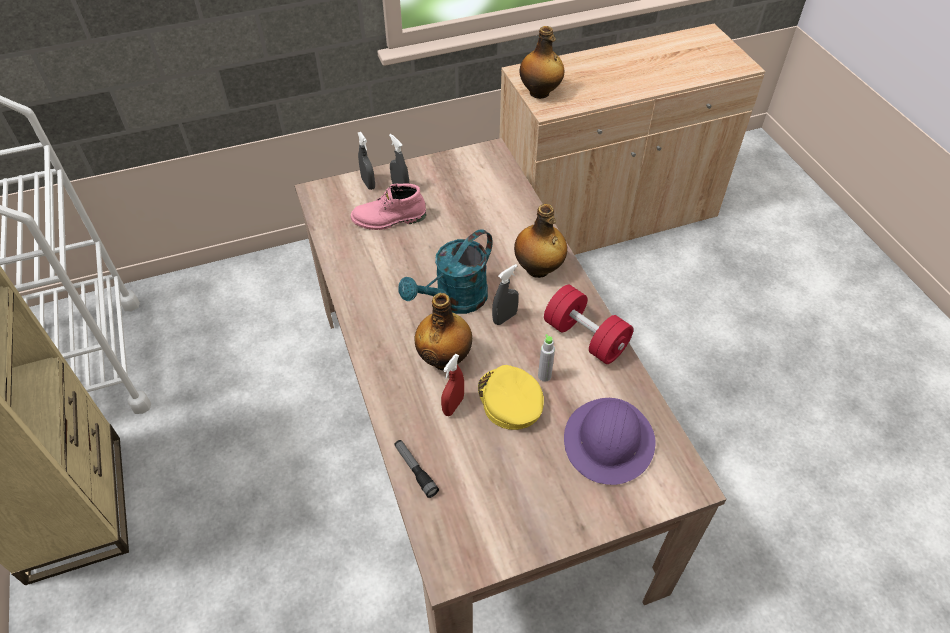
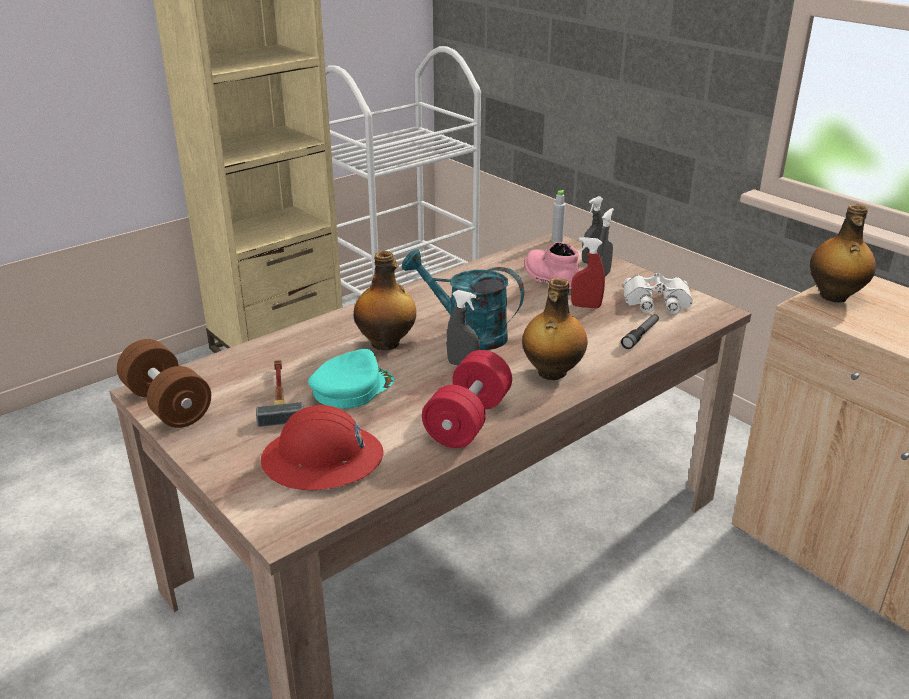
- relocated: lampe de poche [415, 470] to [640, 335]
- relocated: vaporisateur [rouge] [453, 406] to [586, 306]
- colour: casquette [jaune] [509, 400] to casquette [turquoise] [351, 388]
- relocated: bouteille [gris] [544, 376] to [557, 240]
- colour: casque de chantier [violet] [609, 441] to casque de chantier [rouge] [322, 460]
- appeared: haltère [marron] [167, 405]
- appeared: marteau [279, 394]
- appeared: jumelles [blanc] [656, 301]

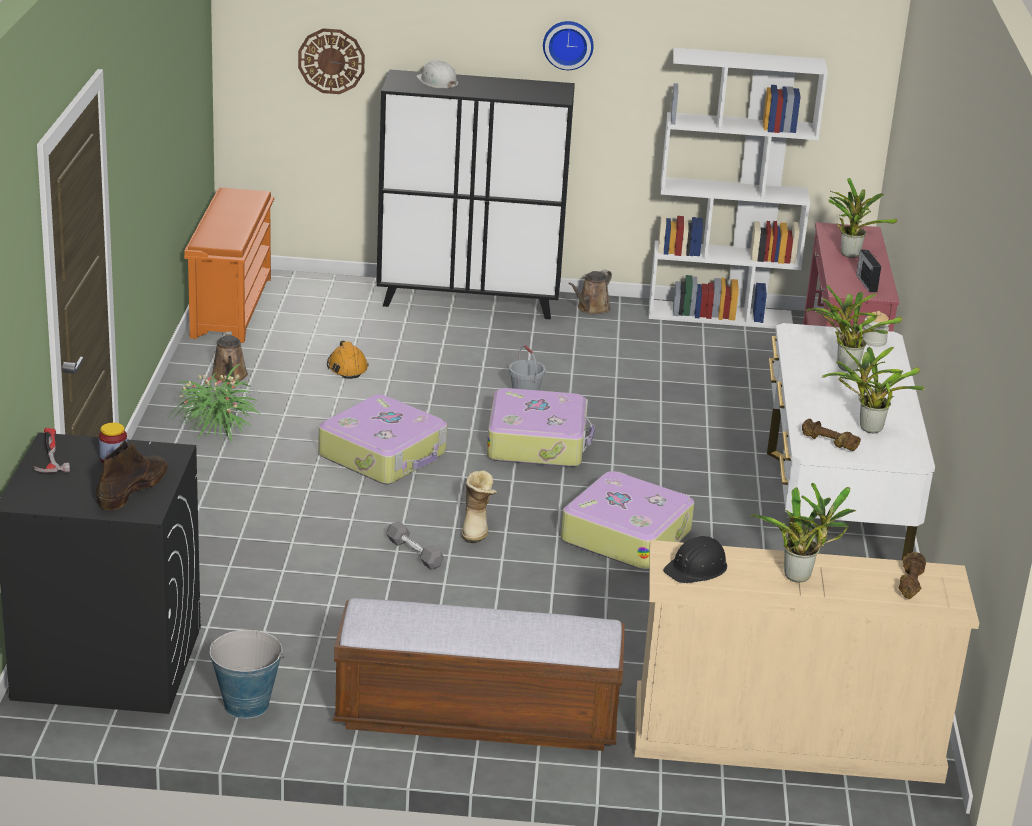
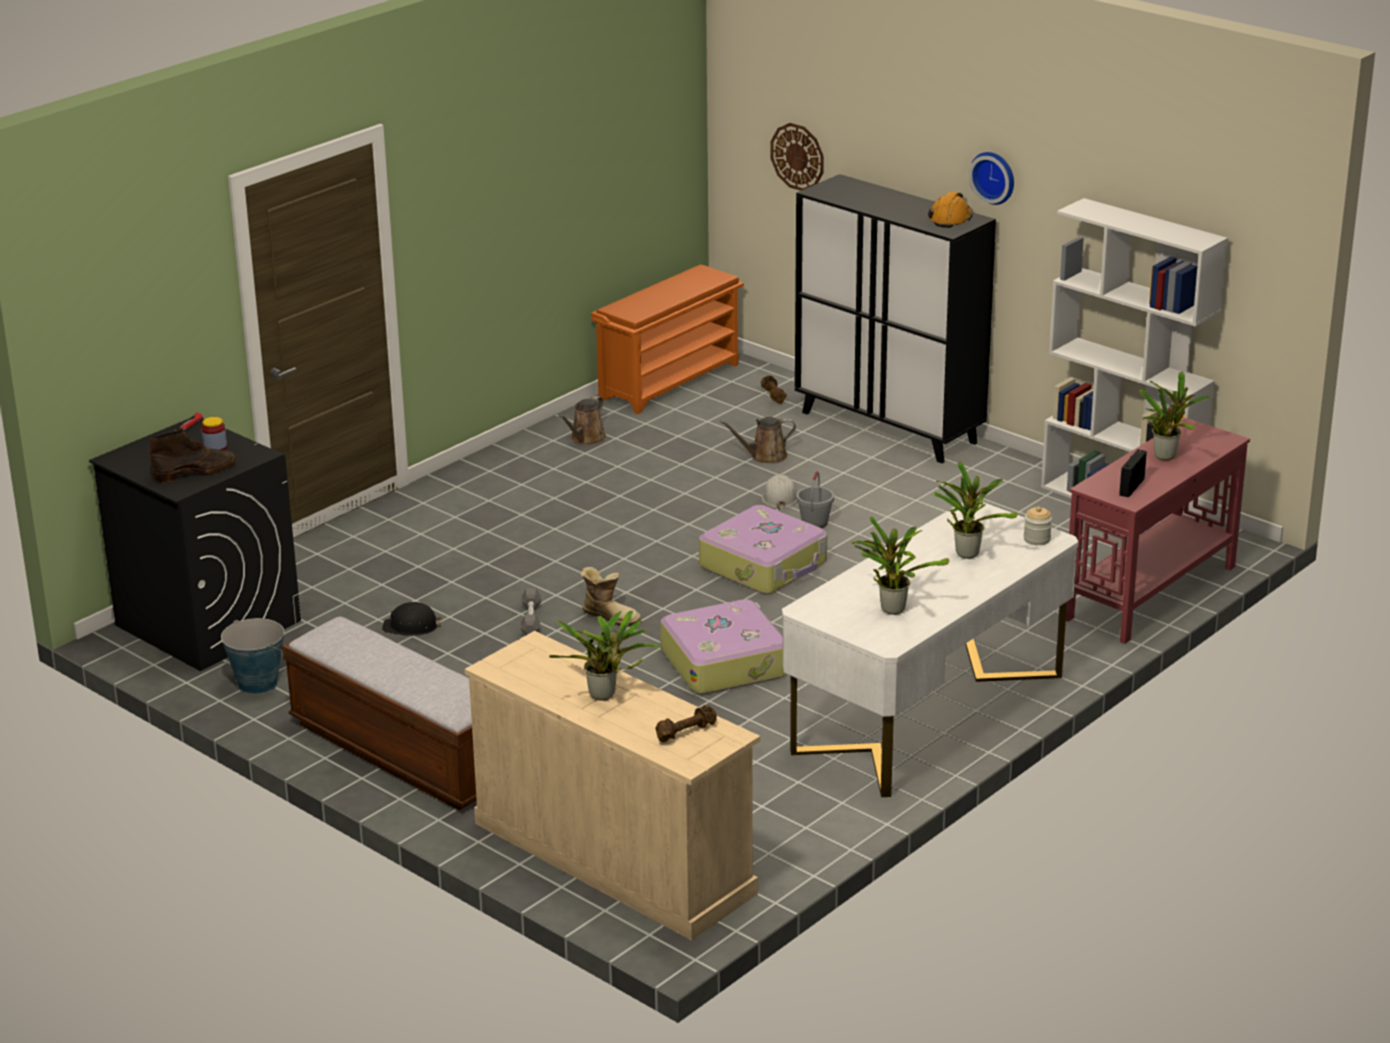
- missing: plante en pot [217, 425]
- missing: valise [384, 455]
- relocated: casque de chantier [orange] [347, 367] to [950, 219]
- relocated: casque de chantier [blanc] [437, 82] to [779, 497]
- spun: botte [477, 527] = [610, 616] 105 degrees counterclockwise
- relocated: arrosoir [marron] [591, 309] to [765, 456]
- relocated: casque de chantier [noir] [697, 568] to [411, 627]
- relocated: haltère [marron] [828, 443] to [773, 396]

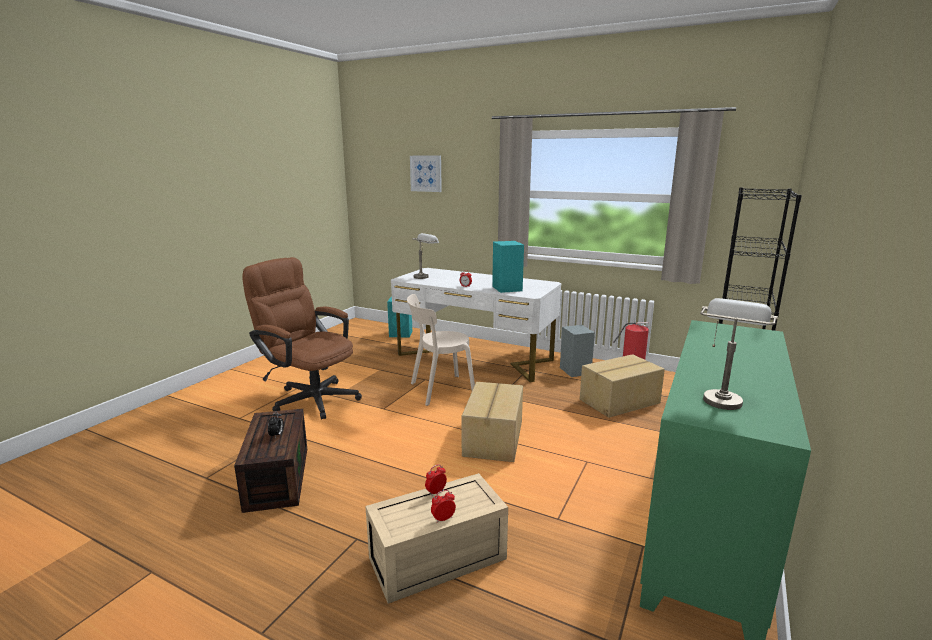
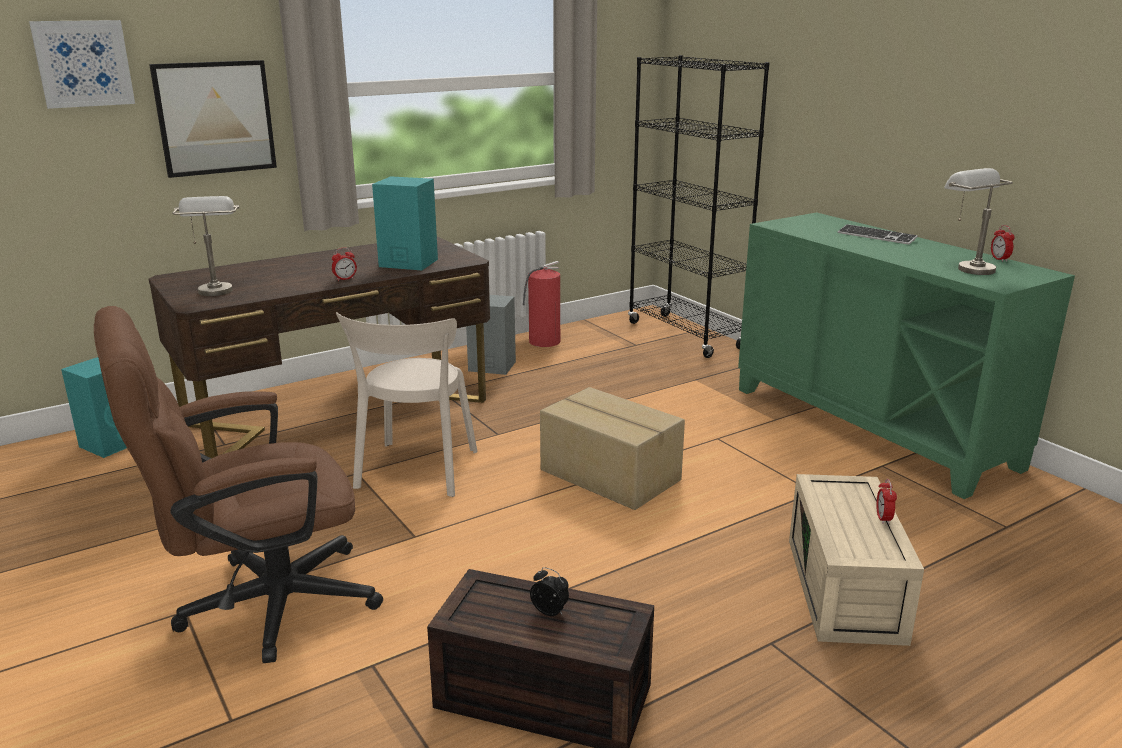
- colour: bureau [blanc] [474, 357] to bureau [marron] [339, 412]
- relocated: réveil [436, 492] to [999, 259]
- missing: carton [620, 401]
- appeared: tableau [215, 118]
- appeared: clavier [876, 236]

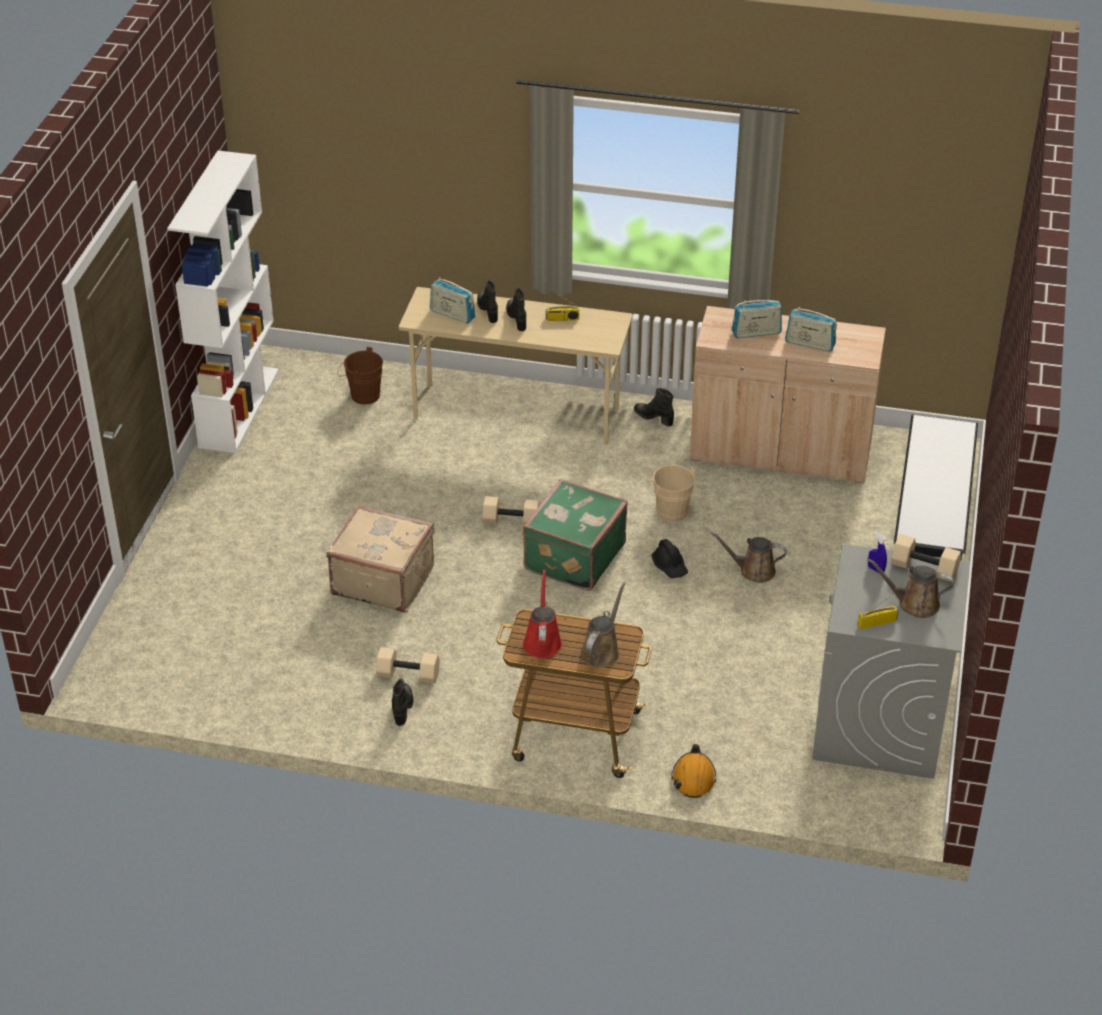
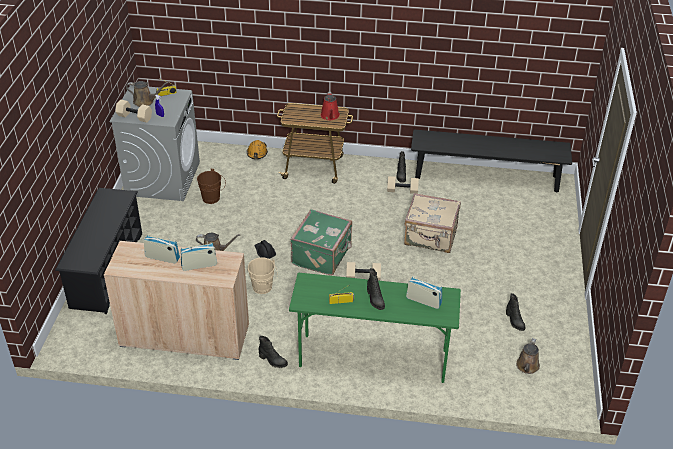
- missing: bibliothèque [blanc] [238, 407]
- relocated: seau [marron] [362, 395] to [213, 198]
- colour: bureau [beige] [517, 414] to bureau [vert] [372, 359]
- relocated: botte [noir] [488, 310] to [514, 321]
- relocated: arrosoir [marron] [602, 650] to [527, 367]
- appeared: banc [noir] [486, 177]

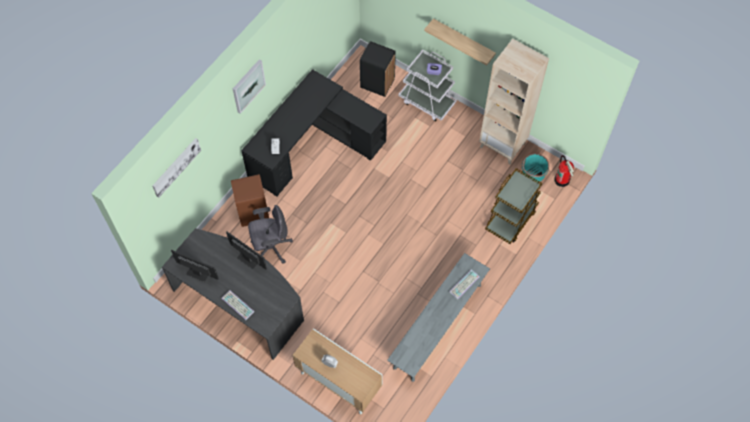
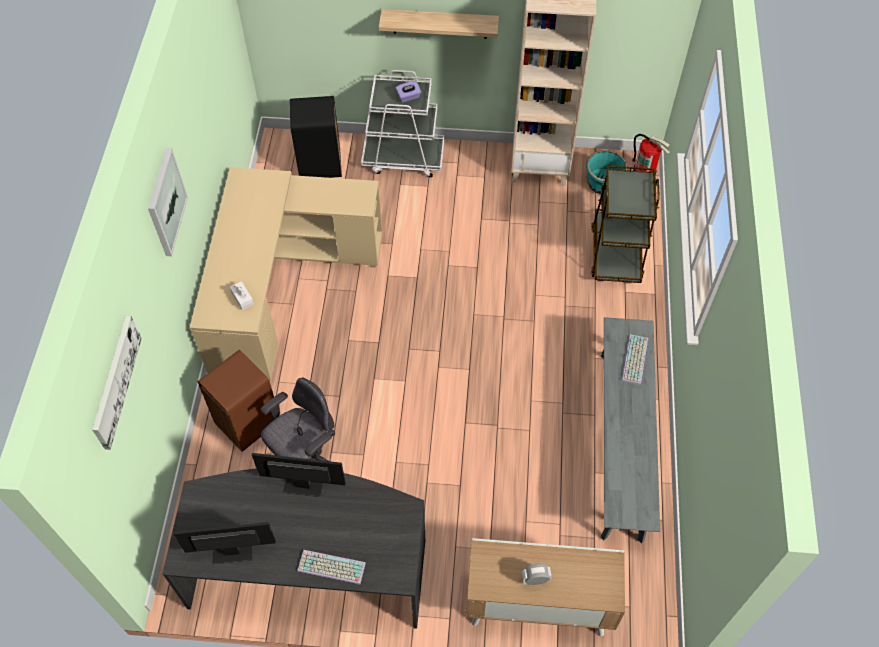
- colour: bureau [noir] [313, 145] to bureau [beige] [280, 285]

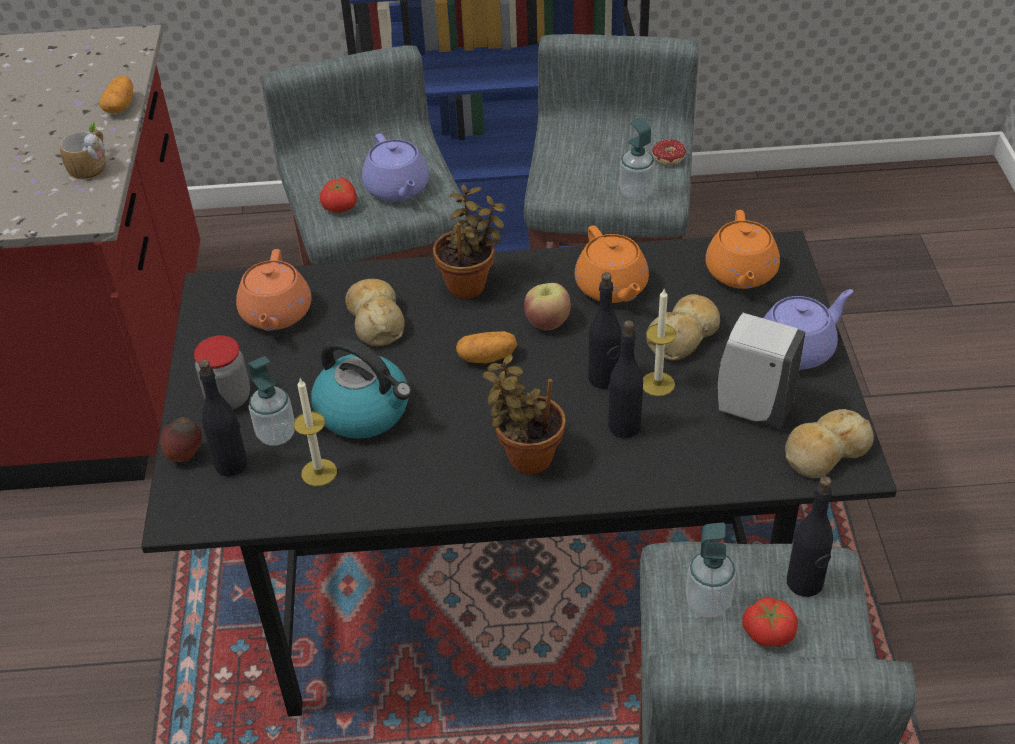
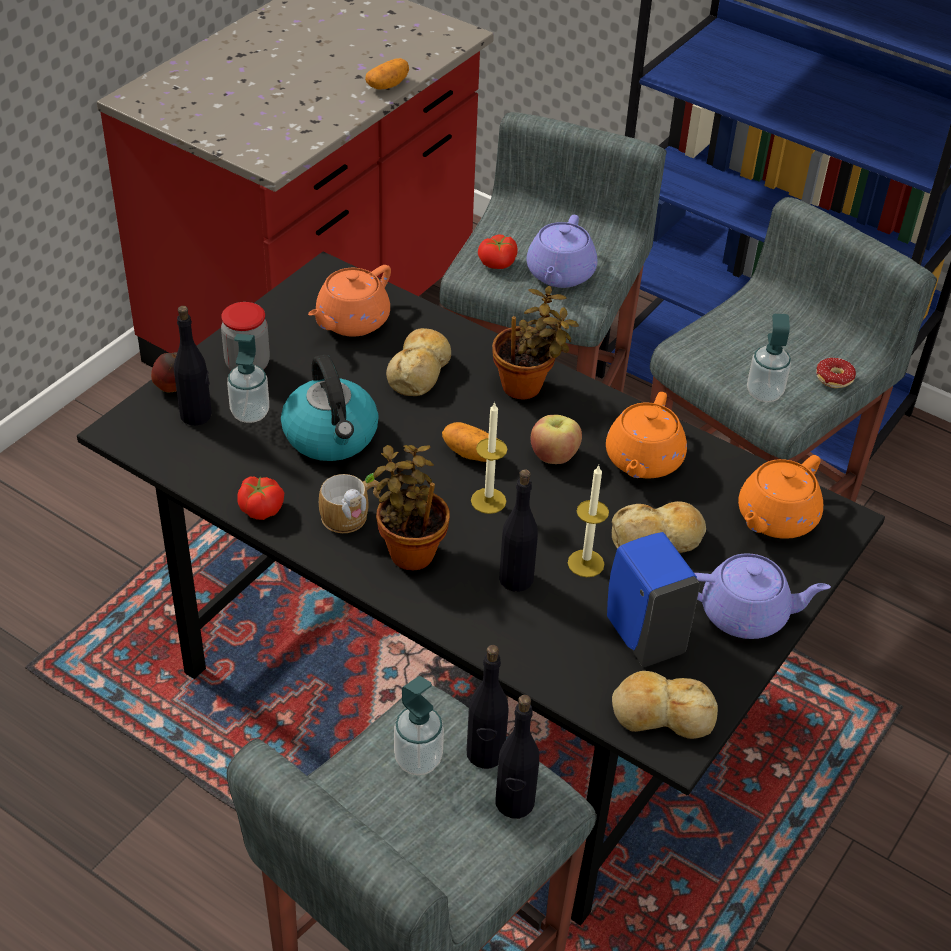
- relocated: mug [92, 165] to [352, 514]
- relocated: bougie [319, 472] to [488, 501]
- relocated: bouteille [noir] [604, 378] to [485, 754]
- colour: distributeur de savon [blanc] [751, 408] to distributeur de savon [bleu] [642, 635]
- relocated: tomate [768, 631] to [261, 508]

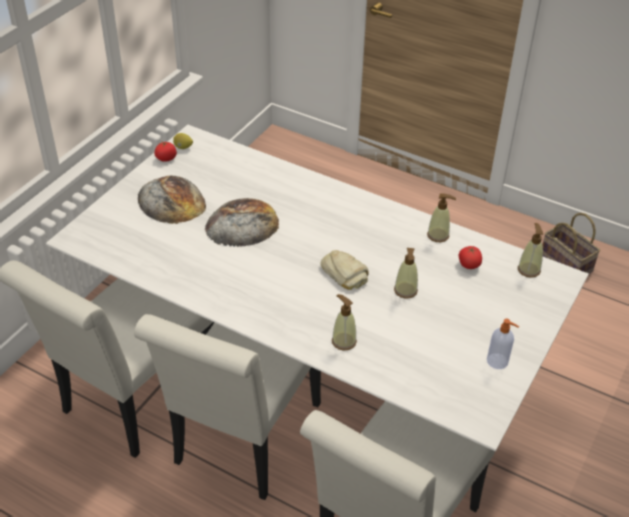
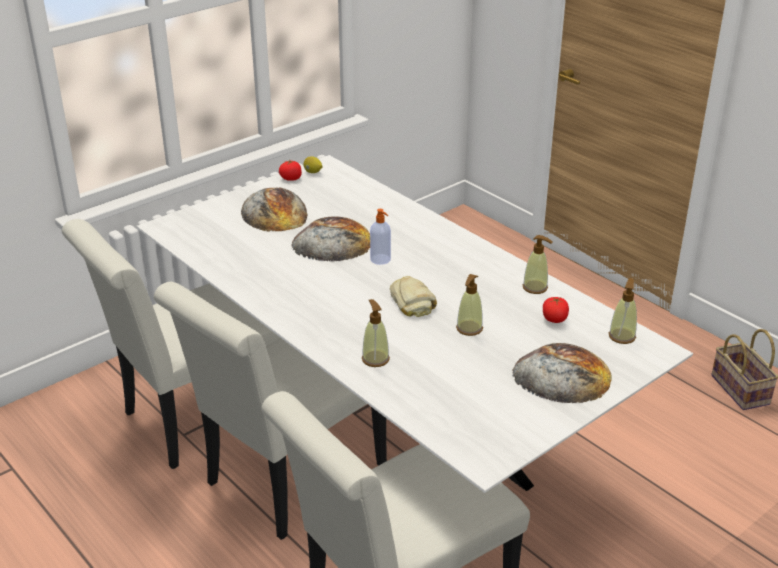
- relocated: distributeur de savon [498, 361] to [381, 260]
- appeared: pain [562, 376]

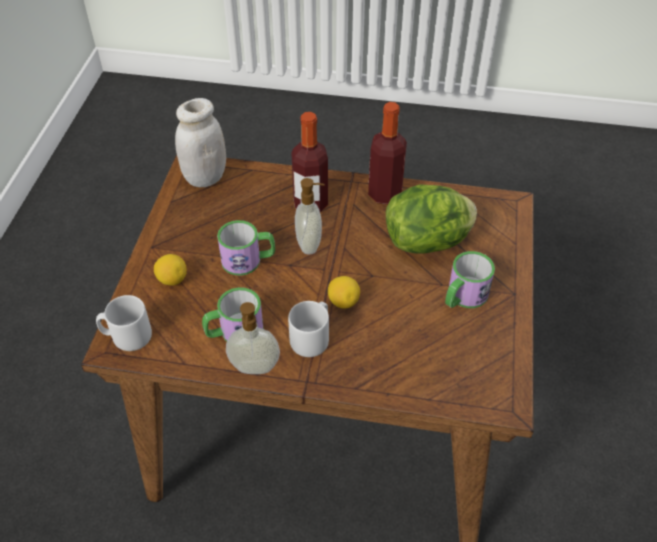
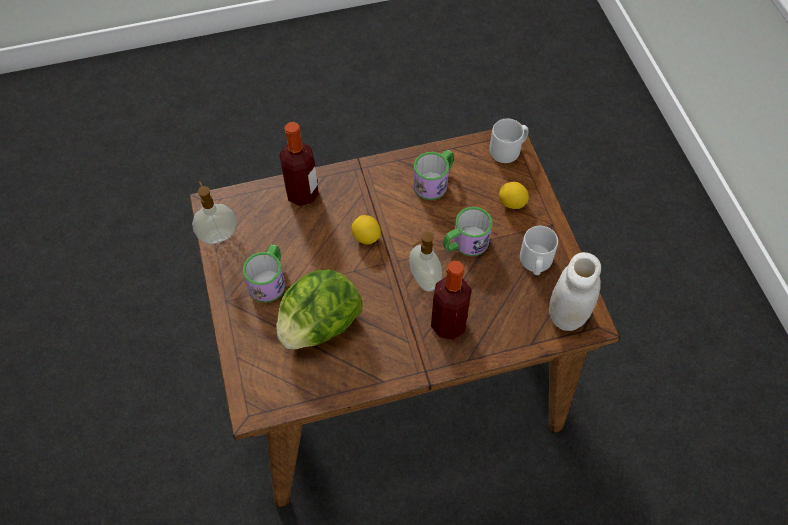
- relocated: distributeur de savon [254, 368] to [218, 235]
- relocated: mug [gris] [312, 338] to [535, 262]
- relocated: bouteille [385, 194] to [302, 194]

